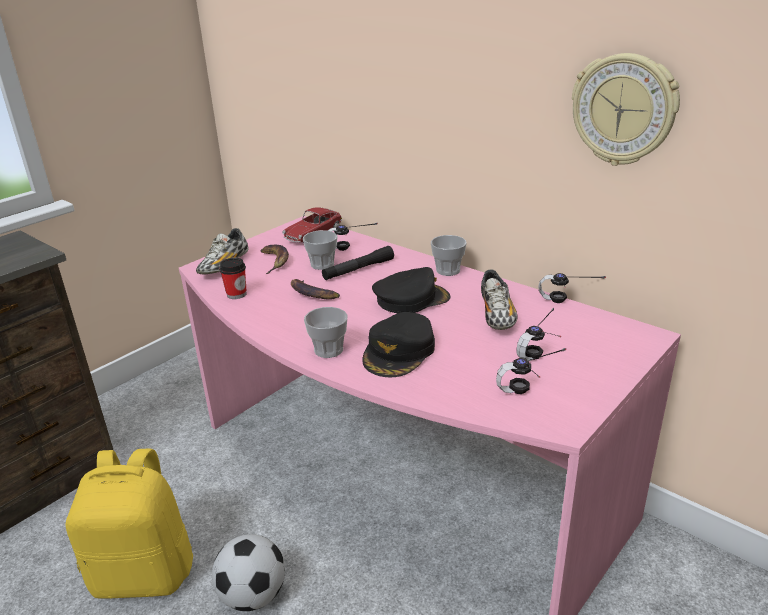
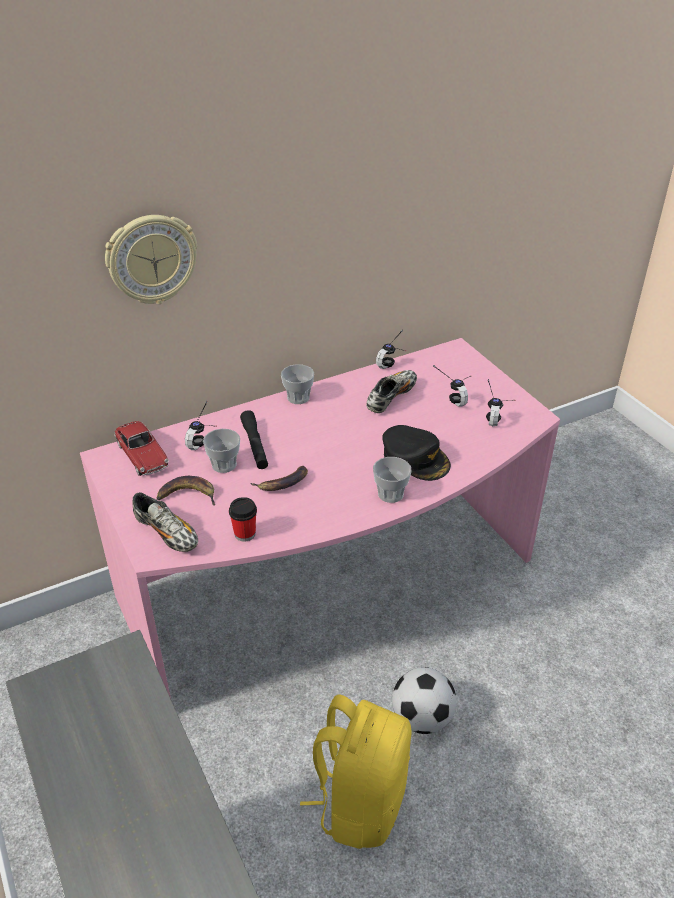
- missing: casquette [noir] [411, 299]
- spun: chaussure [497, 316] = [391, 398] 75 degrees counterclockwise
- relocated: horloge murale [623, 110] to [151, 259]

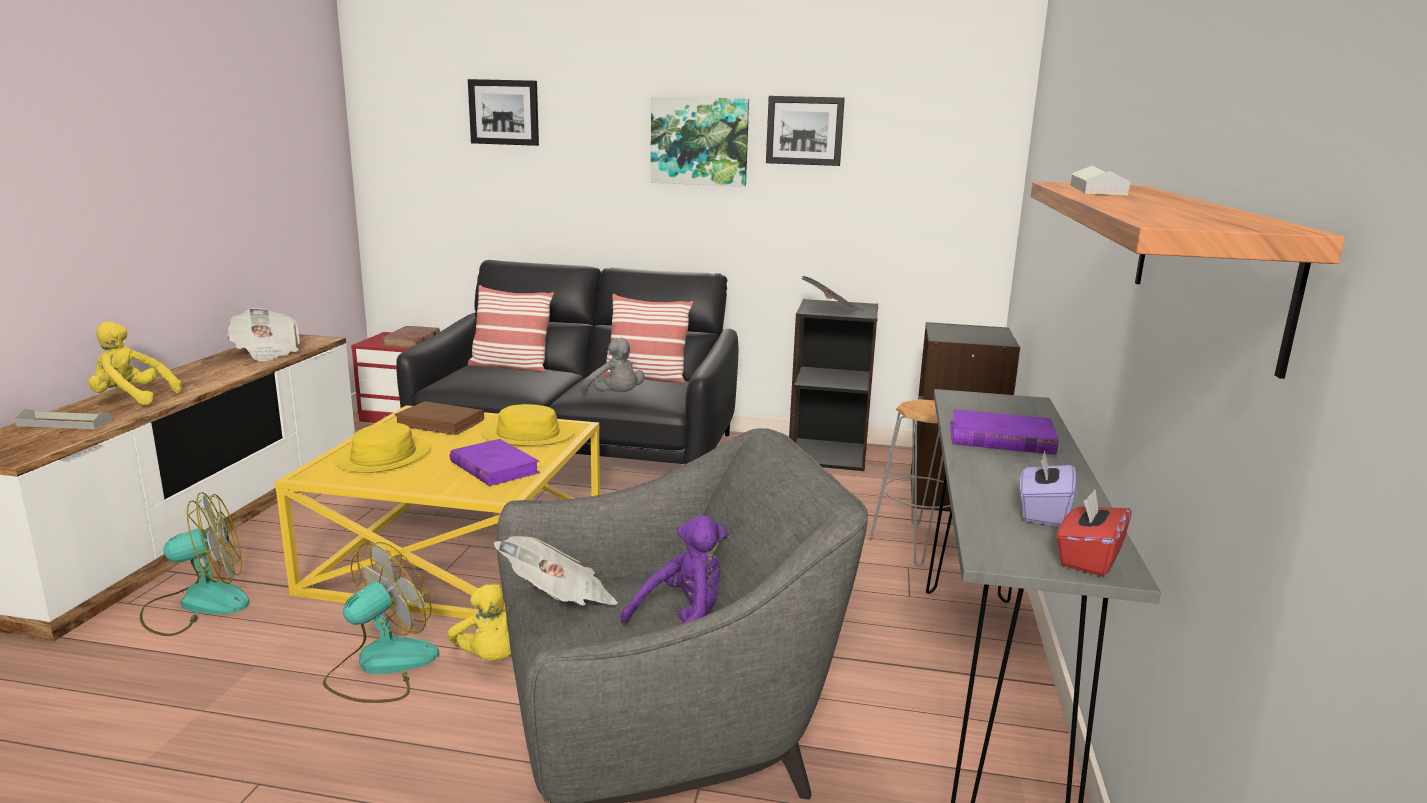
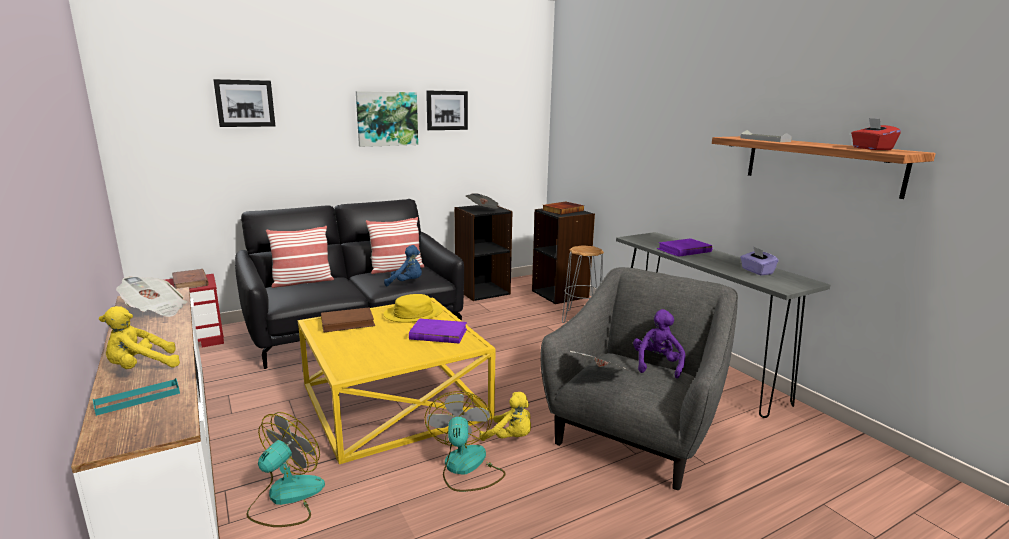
- colour: plateau [gris] [64, 423] to plateau [turquoise] [138, 399]
- missing: chapeau [jaune] [383, 456]
- colour: peluche [gris] [615, 397] to peluche [bleu] [406, 283]
- relocated: boîte à mouchoirs [rouge] [1088, 558] to [871, 149]
- appeared: livre [562, 210]

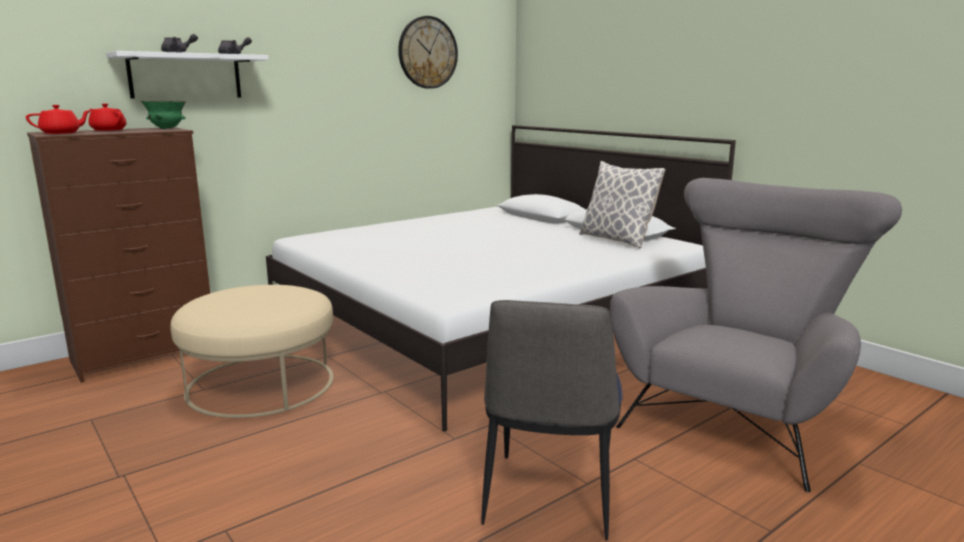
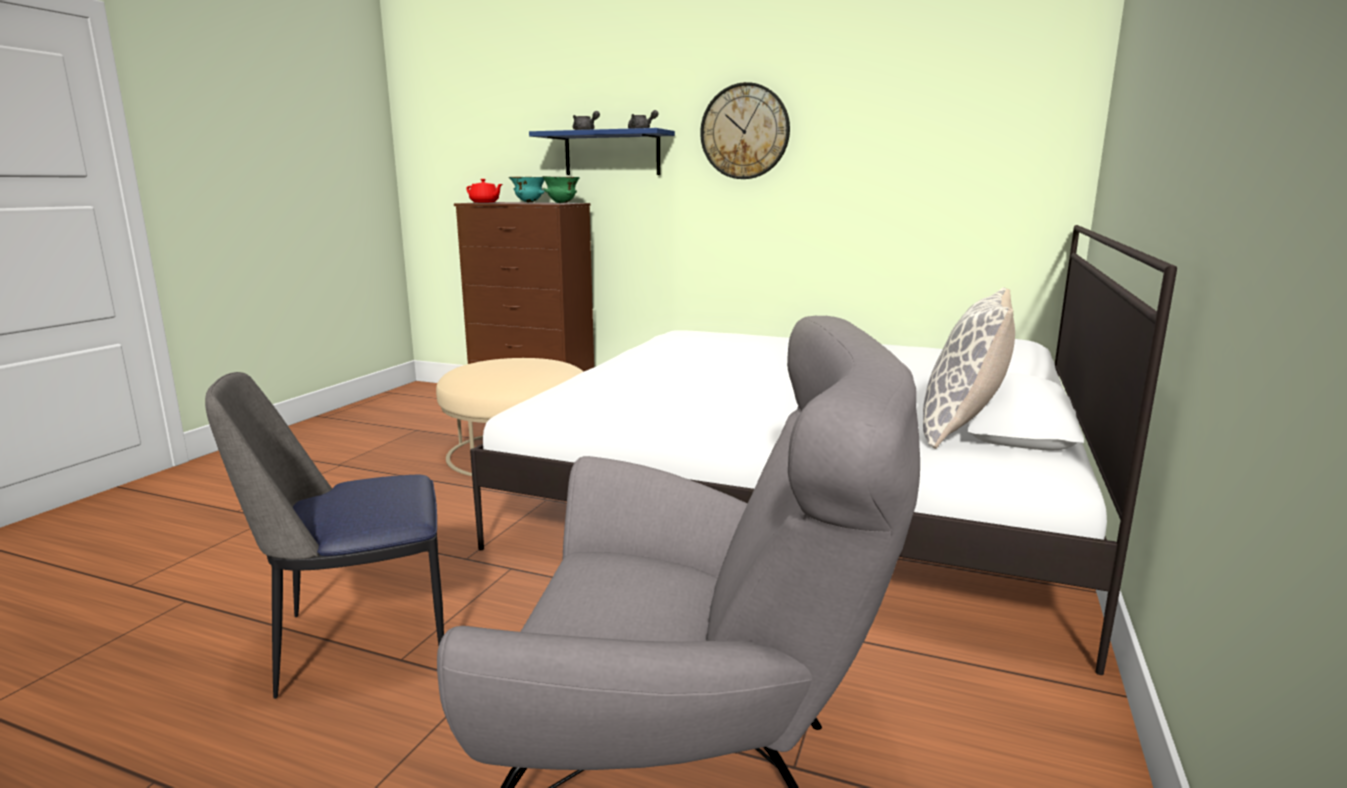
- exchanged: théière [rouge] [108, 130] to bol [turquoise] [528, 202]
- colour: étagère [blanc] [185, 76] to étagère [bleu] [612, 153]
- relocated: horloge murale [427, 52] to [745, 131]

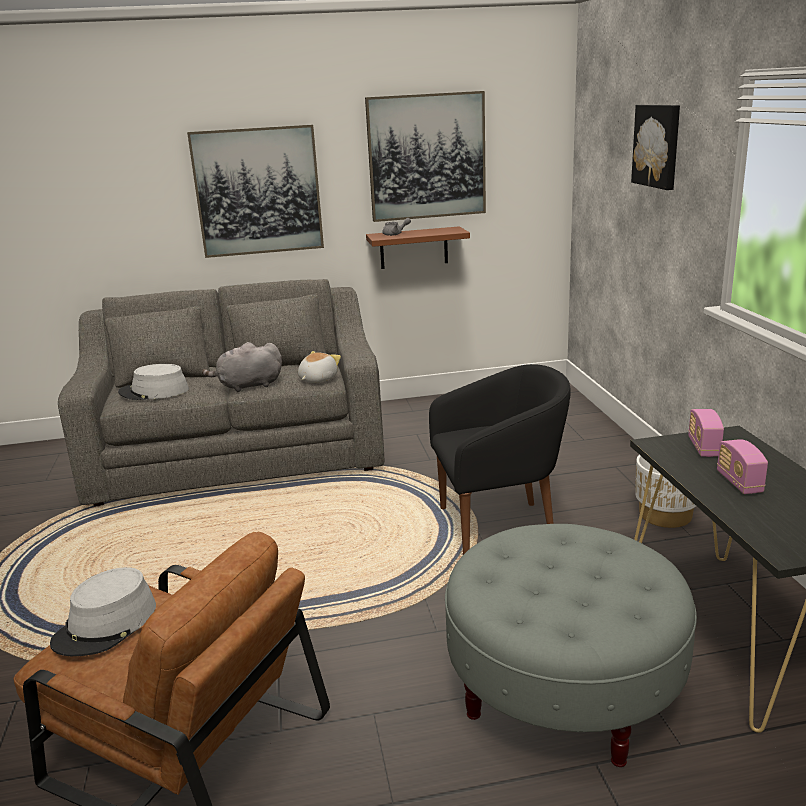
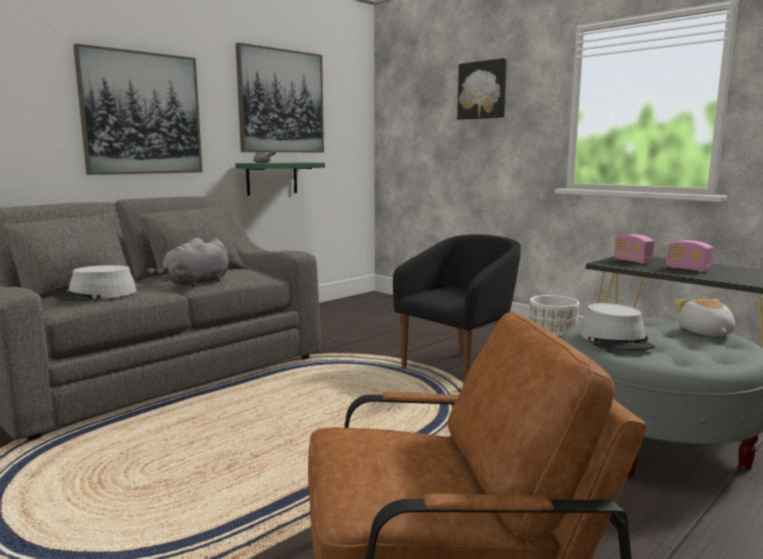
- relocated: chapeau [gris] [106, 625] to [616, 340]
- relocated: peluche [317, 379] to [704, 333]
- colour: étagère [marron] [413, 248] to étagère [vert] [272, 178]

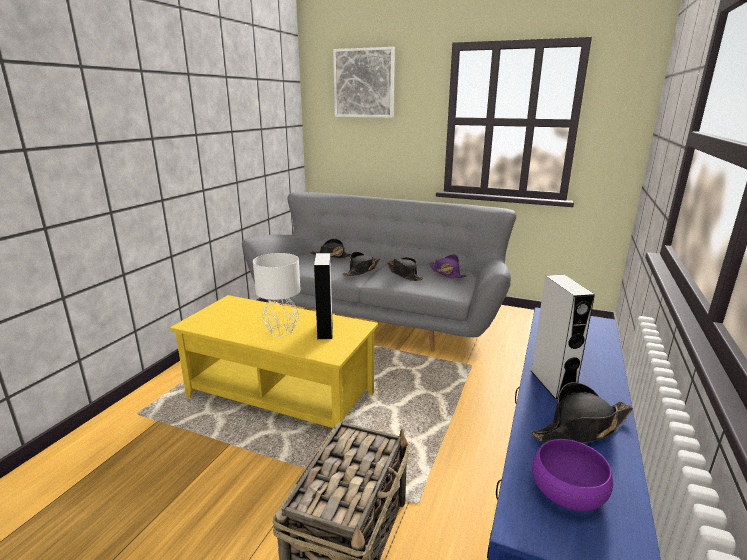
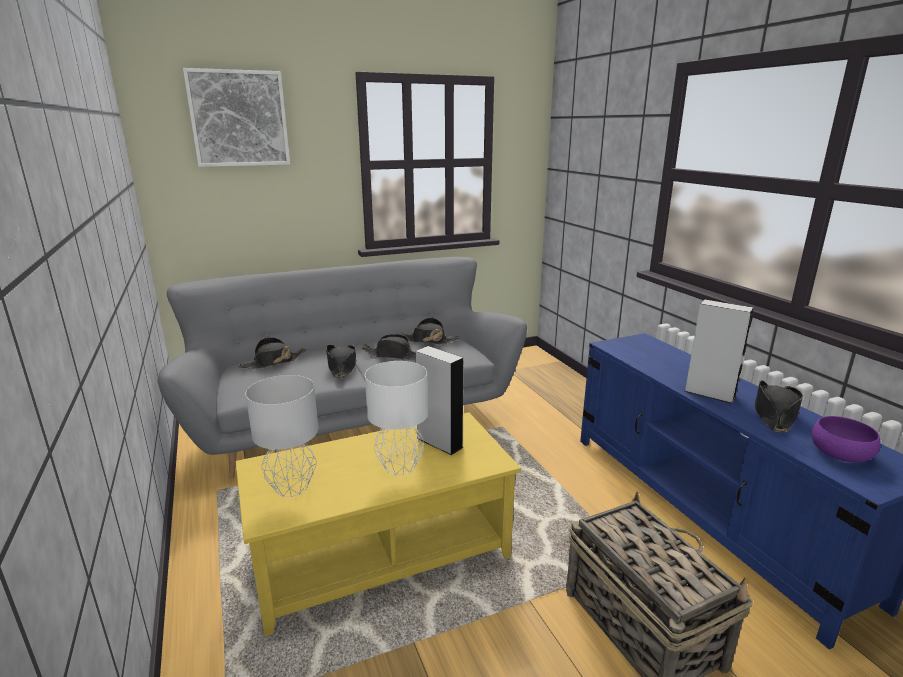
- colour: chapeau [violet] [446, 273] to chapeau [noir] [429, 340]
- appeared: lampe de table [gris] [291, 487]

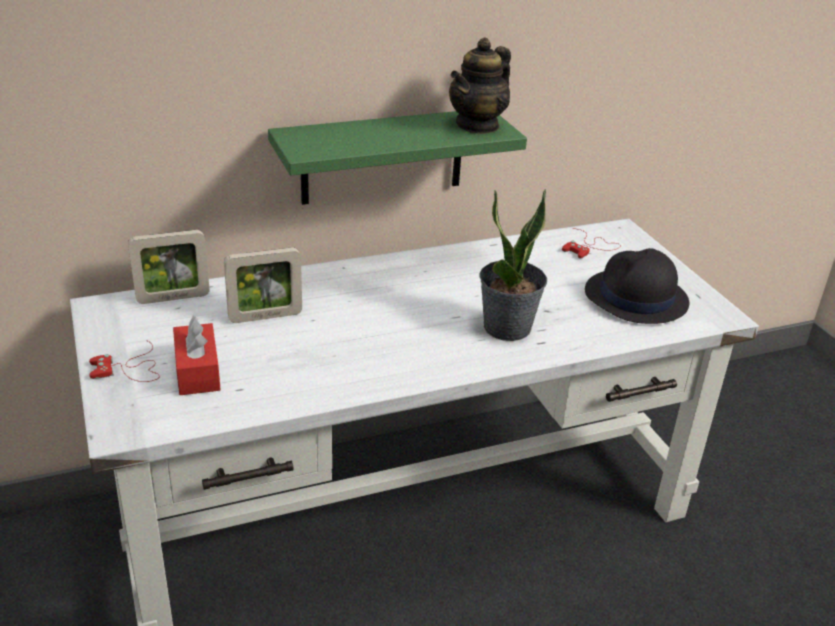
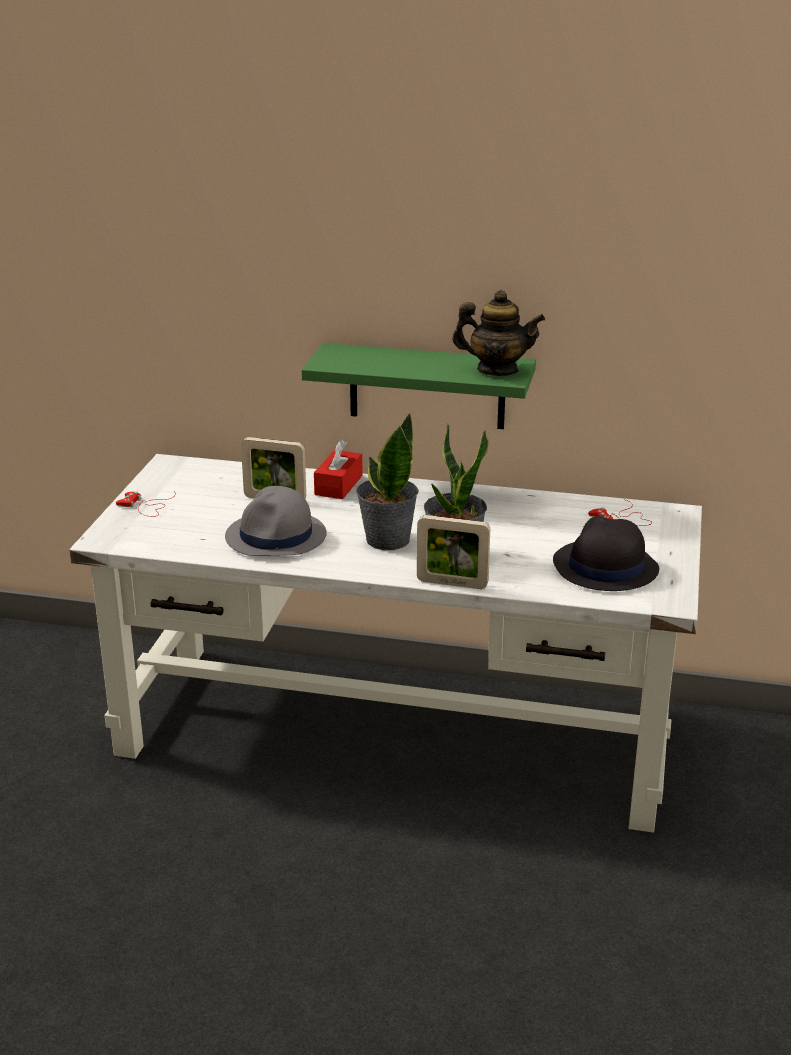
- relocated: cadre photo [173, 298] to [452, 583]
- relocated: boîte à mouchoirs [rouge] [197, 371] to [338, 485]
- spun: théière [478, 125] = [497, 370] 150 degrees counterclockwise
- appeared: chapeau [gris] [276, 537]
- appeared: plante en pot [387, 540]

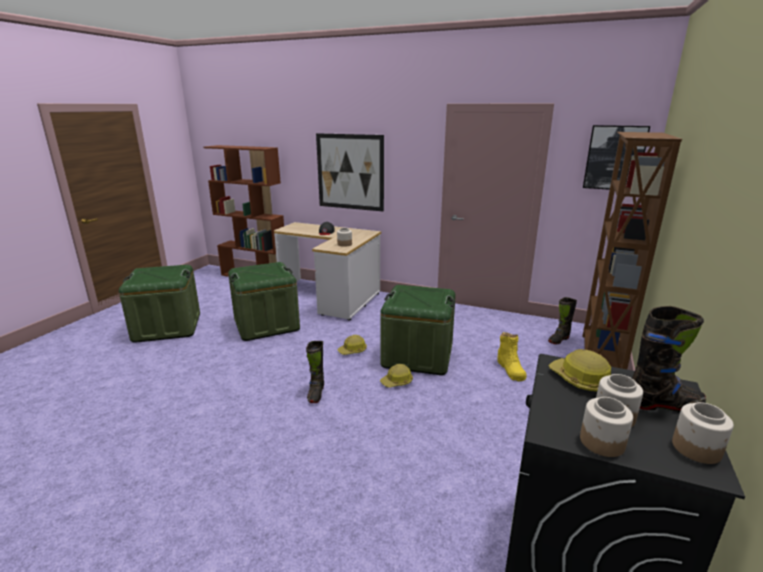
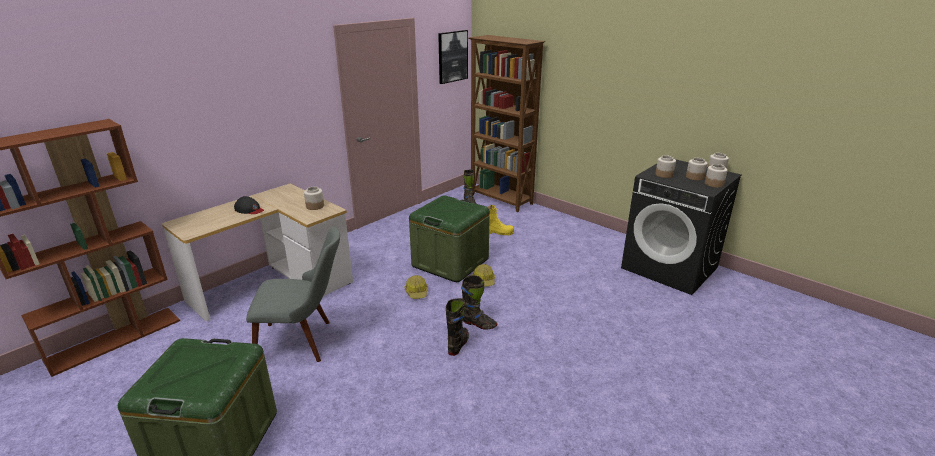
- exchanged: boîte de rangement [vert] [266, 324] to chaise [gris] [304, 341]
- missing: tableau [350, 172]
- exchanged: casque de chantier [580, 380] to bocal [664, 175]
- relocated: botte [noir] [663, 404] to [458, 345]

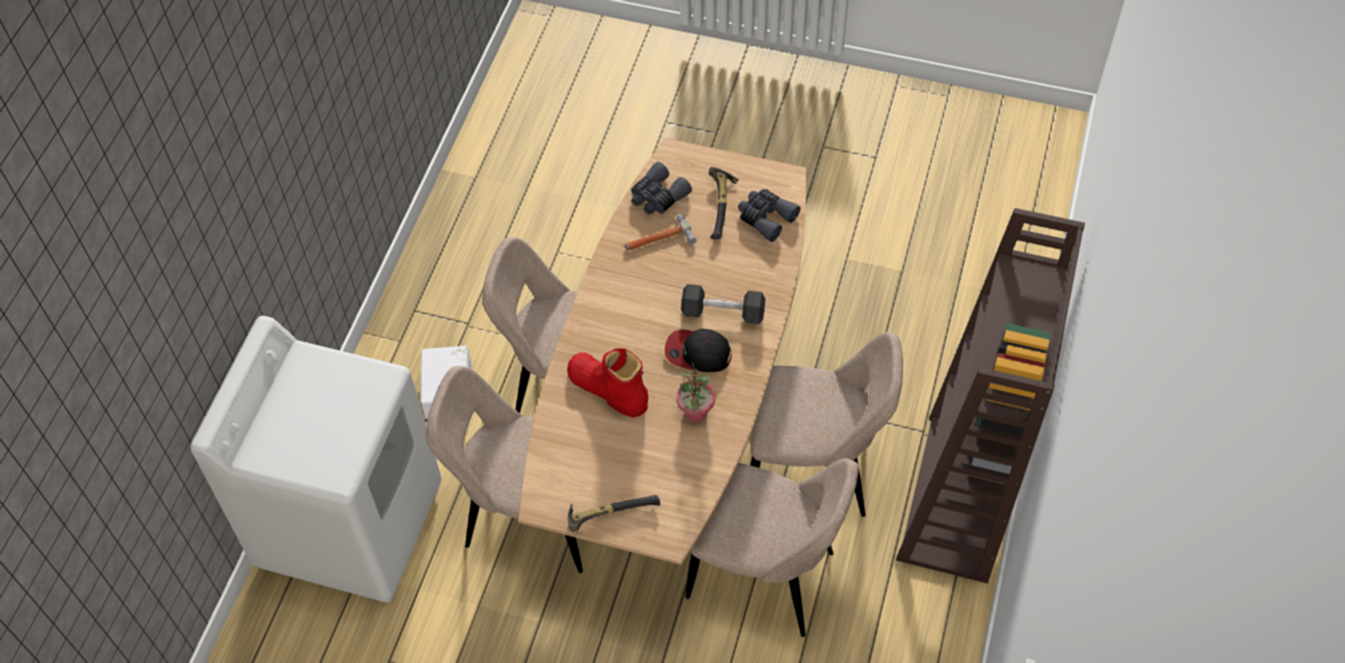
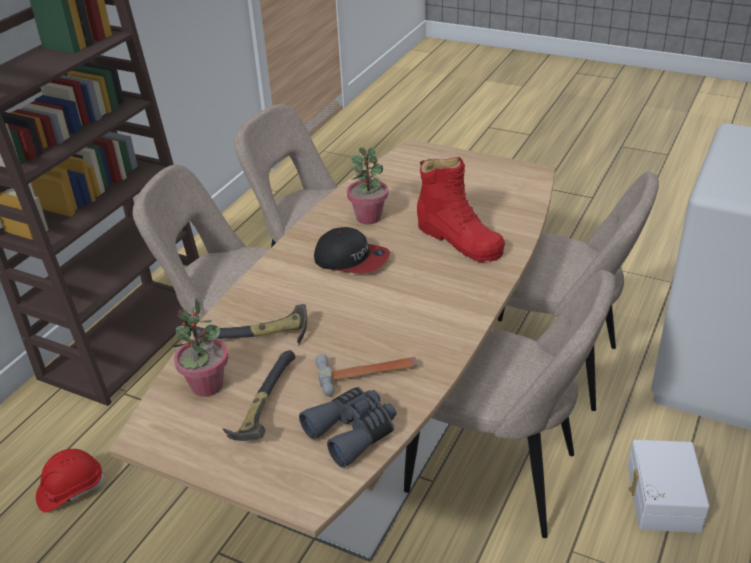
- relocated: marteau [609, 512] to [256, 338]
- missing: haltère [noir] [723, 312]
- exchanged: jumelles [gris] [765, 218] to plante en pot [206, 386]
- appeared: casque de chantier [rouge] [71, 489]

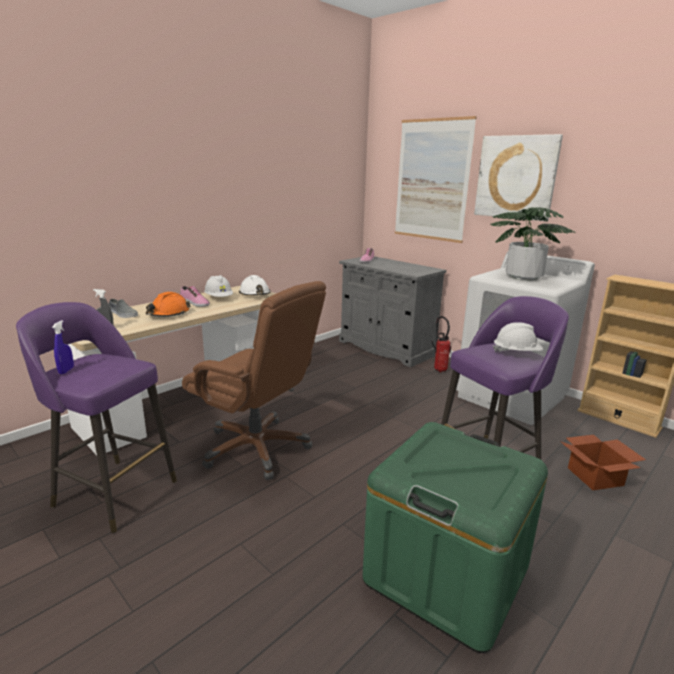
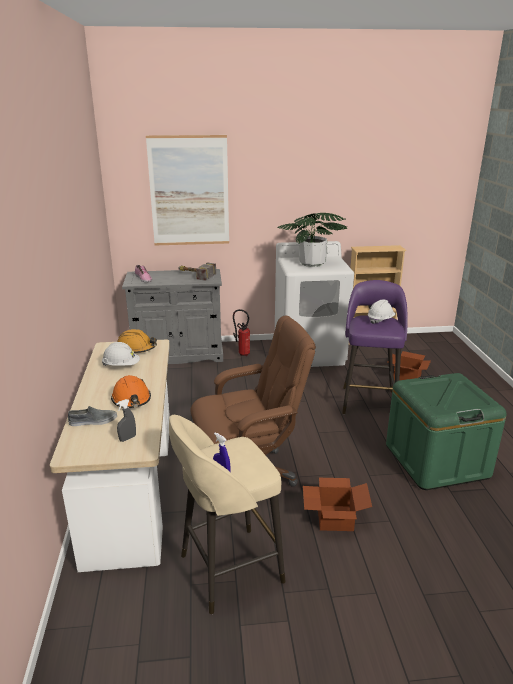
- colour: tabouret [violet] [113, 492] to tabouret [beige] [228, 569]
- missing: chaussure [194, 303]
- colour: casque de chantier [blanc] [255, 294] to casque de chantier [orange] [136, 348]
- missing: tableau [516, 177]
- appeared: marteau [194, 275]
- appeared: carton [333, 517]

